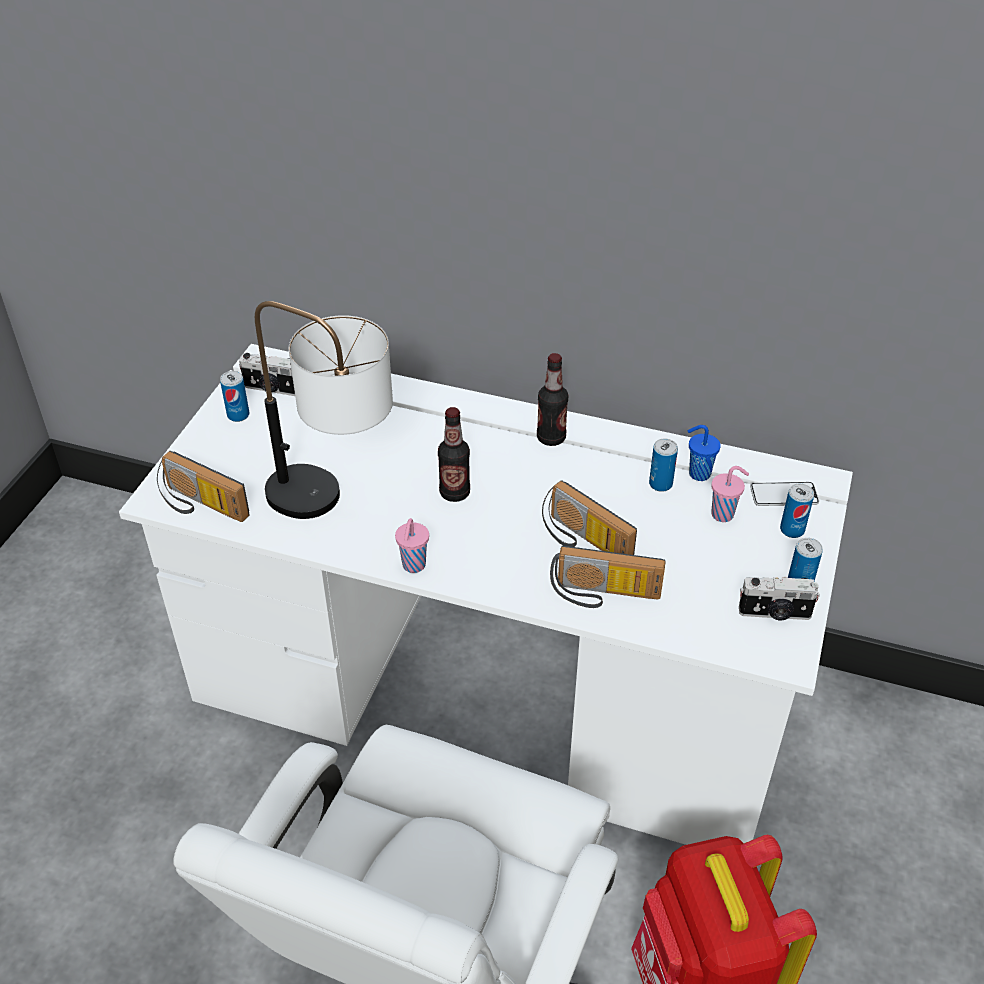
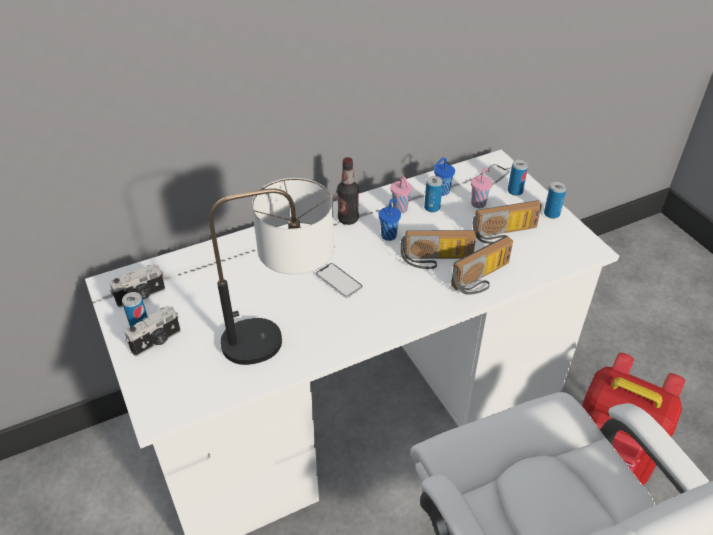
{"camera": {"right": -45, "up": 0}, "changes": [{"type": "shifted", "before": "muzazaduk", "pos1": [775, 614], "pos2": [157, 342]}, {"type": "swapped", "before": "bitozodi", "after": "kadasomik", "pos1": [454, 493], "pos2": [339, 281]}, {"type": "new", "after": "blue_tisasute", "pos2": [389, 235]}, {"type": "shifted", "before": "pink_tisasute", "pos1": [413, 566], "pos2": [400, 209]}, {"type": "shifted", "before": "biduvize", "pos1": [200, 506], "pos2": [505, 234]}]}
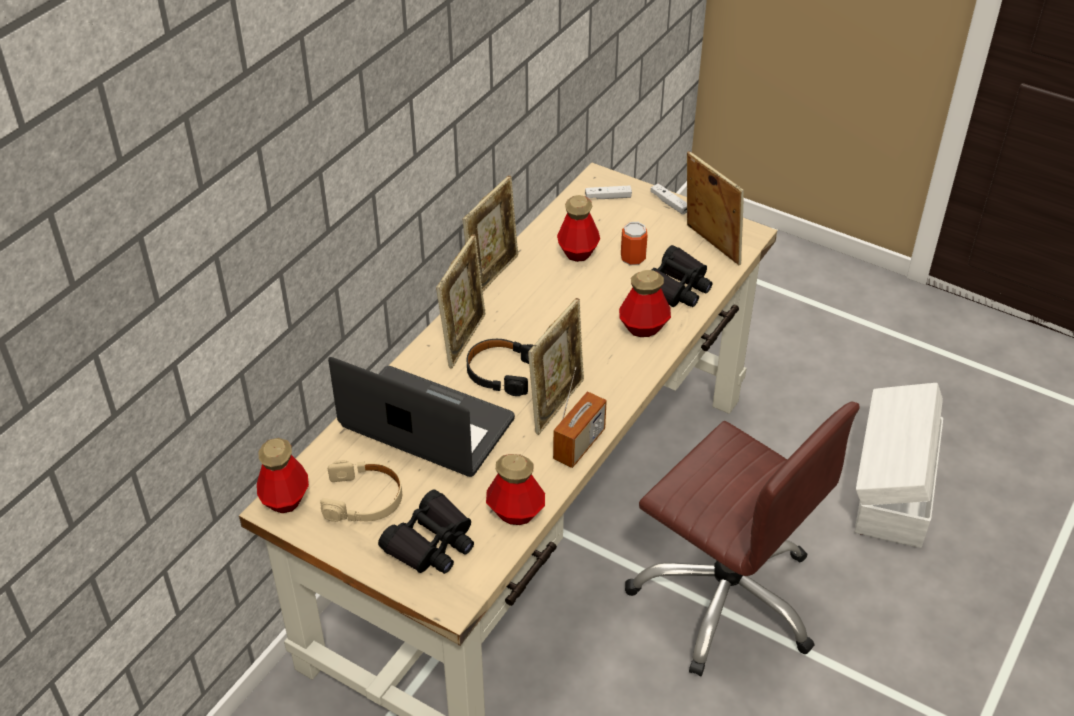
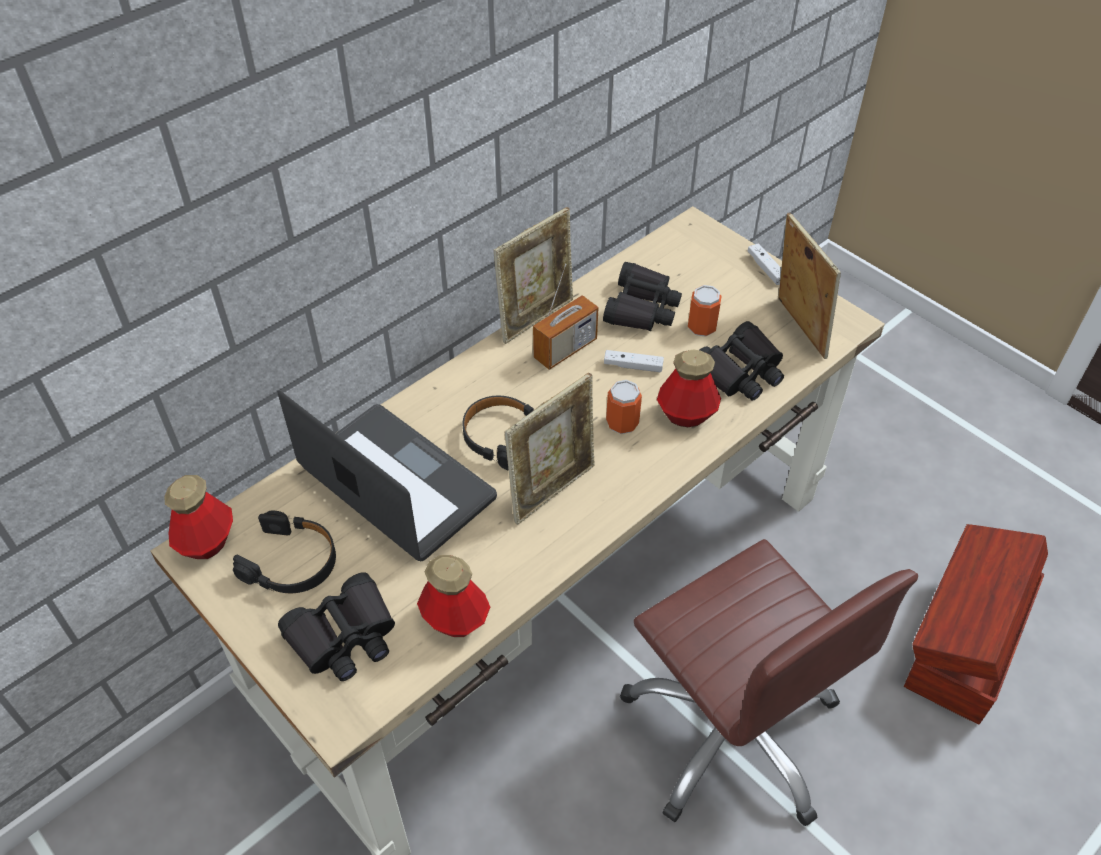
{"camera": {"right": 15, "up": 5}, "changes": [{"type": "repainted", "before": "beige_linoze", "after": "black_linoze", "pos1": [364, 499], "pos2": [291, 562]}, {"type": "shifted", "before": "biduvize", "pos1": [579, 445], "pos2": [565, 349]}, {"type": "swapped", "before": "bitozodi", "after": "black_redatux", "pos1": [578, 252], "pos2": [641, 308]}, {"type": "shifted", "before": "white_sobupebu", "pos1": [608, 197], "pos2": [633, 366]}, {"type": "new", "after": "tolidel", "pos2": [622, 423]}, {"type": "repainted", "before": "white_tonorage", "after": "brown_tonorage", "pos1": [892, 488], "pos2": [963, 642]}, {"type": "gone", "before": "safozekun", "pos1": [464, 339]}]}
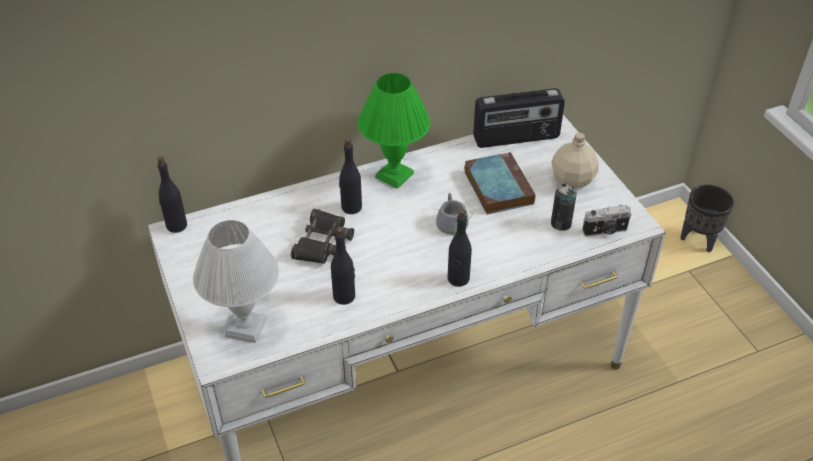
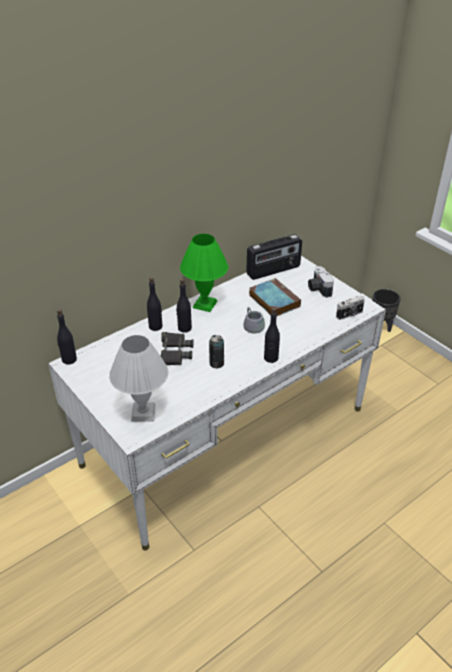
{"camera": {"right": -15, "up": -5}, "changes": [{"type": "shifted", "before": "black_bitozodi", "pos1": [344, 296], "pos2": [156, 326]}, {"type": "shifted", "before": "tolidel", "pos1": [561, 223], "pos2": [216, 363]}, {"type": "swapped", "before": "beige_bitozodi", "after": "muzazaduk", "pos1": [573, 180], "pos2": [318, 289]}]}
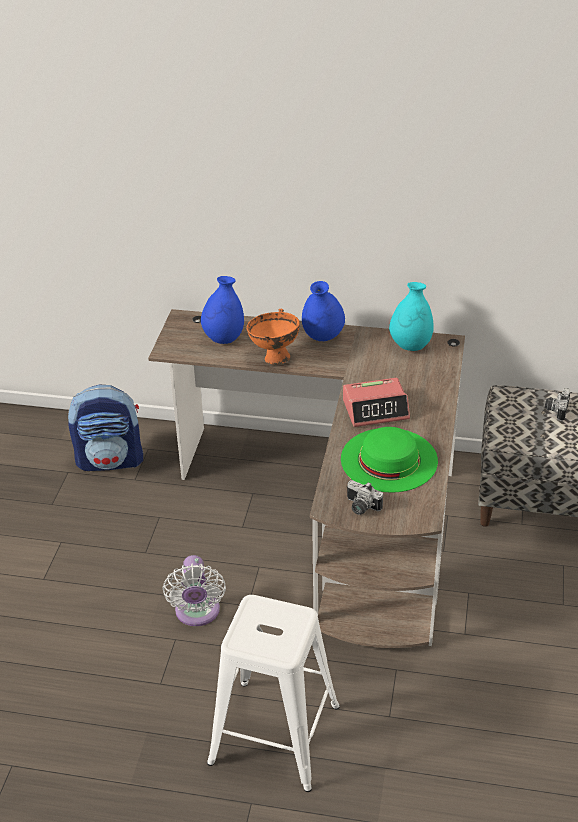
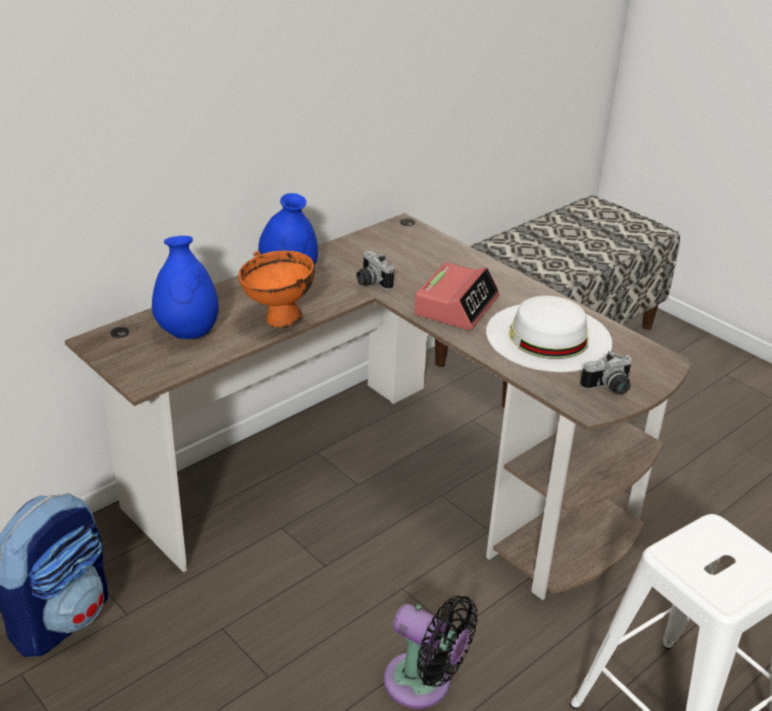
{"camera": {"right": -55, "up": -5}, "changes": [{"type": "shifted", "before": "muzazaduk", "pos1": [555, 409], "pos2": [370, 282]}, {"type": "repainted", "before": "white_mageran", "after": "black_mageran", "pos1": [197, 613], "pos2": [424, 684]}, {"type": "repainted", "before": "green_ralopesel", "after": "white_ralopesel", "pos1": [389, 459], "pos2": [548, 337]}, {"type": "gone", "before": "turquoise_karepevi", "pos1": [410, 345]}]}
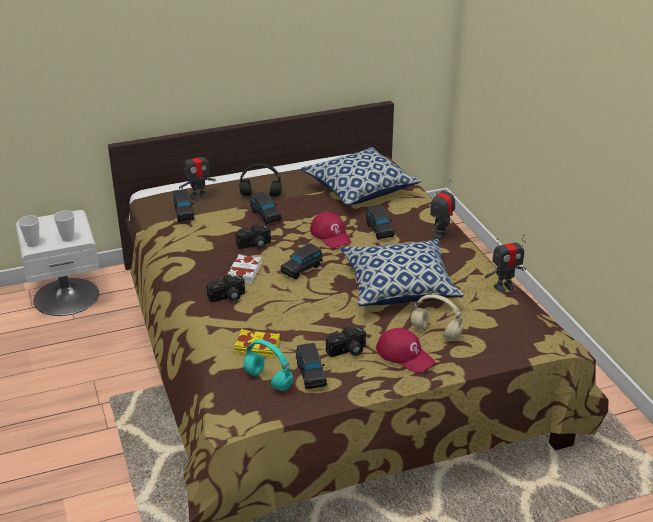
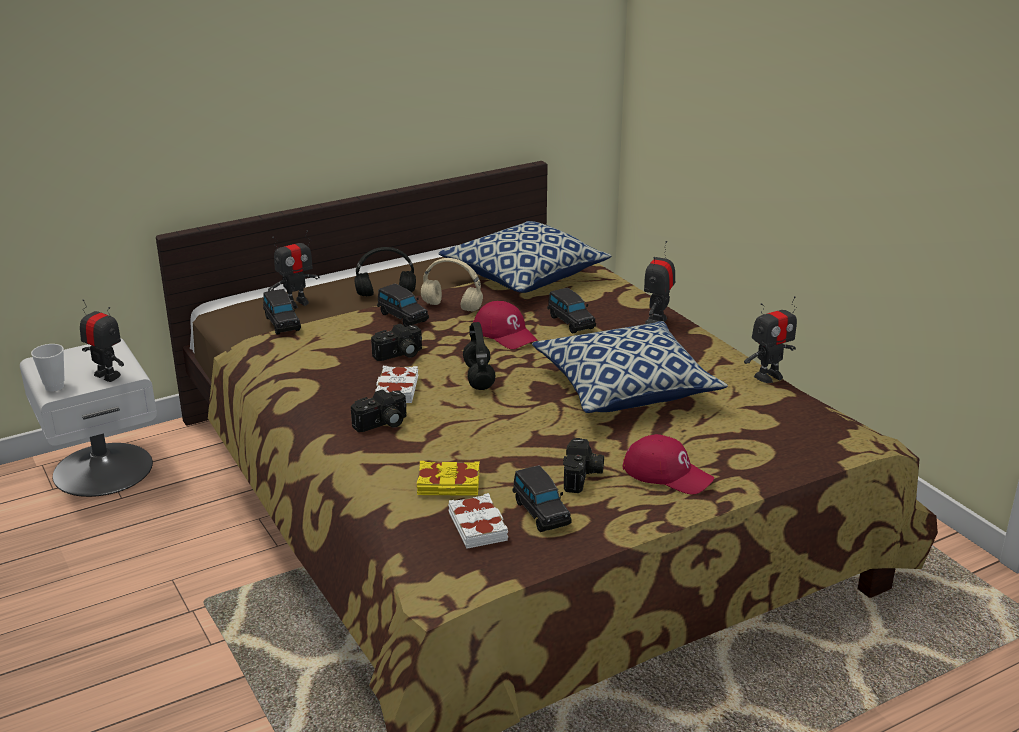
{"camera": {"right": -10, "up": -5}, "changes": [{"type": "swapped", "before": "tisasute", "after": "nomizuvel", "pos1": [67, 238], "pos2": [107, 376]}, {"type": "shifted", "before": "beige_linoze", "pos1": [435, 332], "pos2": [450, 307]}, {"type": "swapped", "before": "turquoise_linoze", "after": "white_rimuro", "pos1": [267, 380], "pos2": [478, 526]}, {"type": "swapped", "before": "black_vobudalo", "after": "black_linoze", "pos1": [302, 269], "pos2": [479, 378]}, {"type": "rotated", "before": "muzazaduk", "pos1": [347, 351], "pos2": [583, 476], "turn": -45}]}
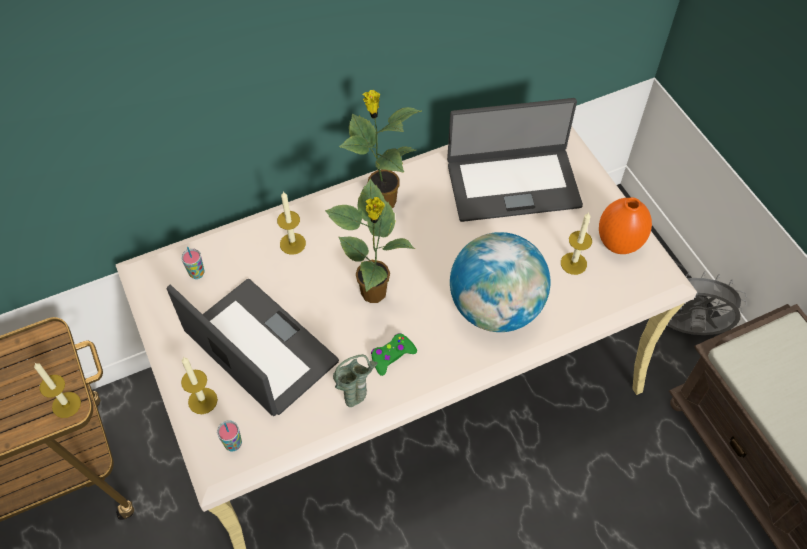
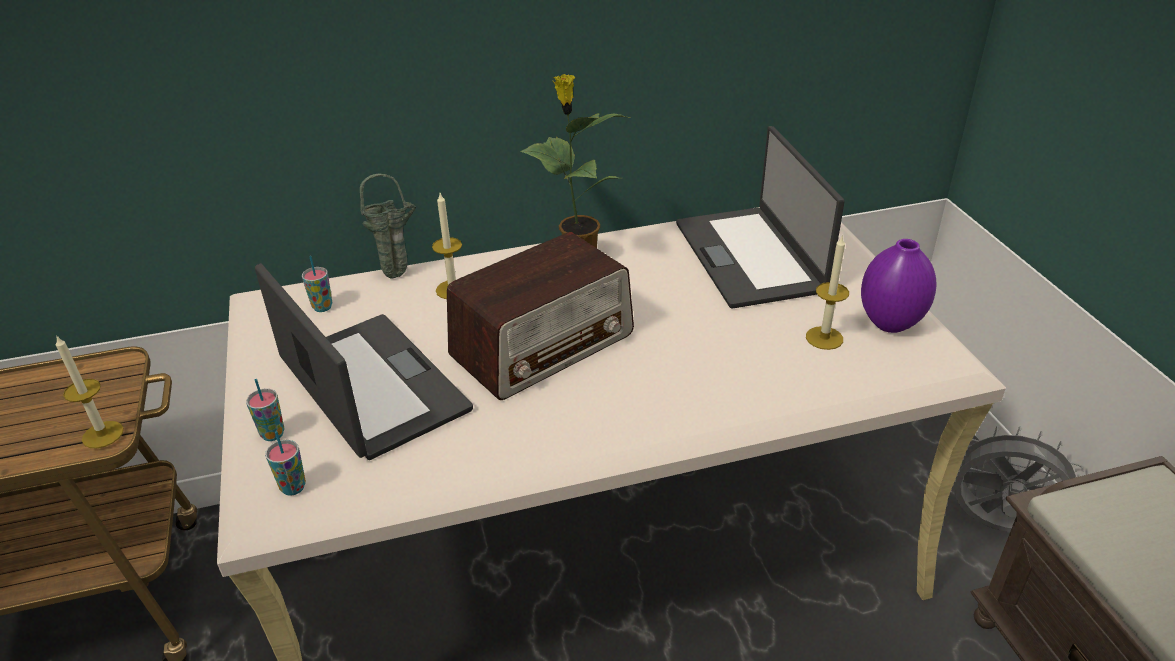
{"camera": {"right": 10, "up": -20}, "changes": [{"type": "swapped", "before": "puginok", "after": "tisasute", "pos1": [202, 400], "pos2": [273, 434]}, {"type": "shifted", "before": "green_karepevi", "pos1": [358, 401], "pos2": [399, 276]}, {"type": "swapped", "before": "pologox", "after": "biduvize", "pos1": [375, 293], "pos2": [543, 345]}, {"type": "rotated", "before": "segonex", "pos1": [512, 183], "pos2": [750, 256], "turn": 75}, {"type": "repainted", "before": "orange_karepevi", "after": "purple_karepevi", "pos1": [618, 243], "pos2": [889, 323]}, {"type": "gone", "before": "green_sobupebu", "pos1": [392, 356]}, {"type": "gone", "before": "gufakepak", "pos1": [495, 307]}]}
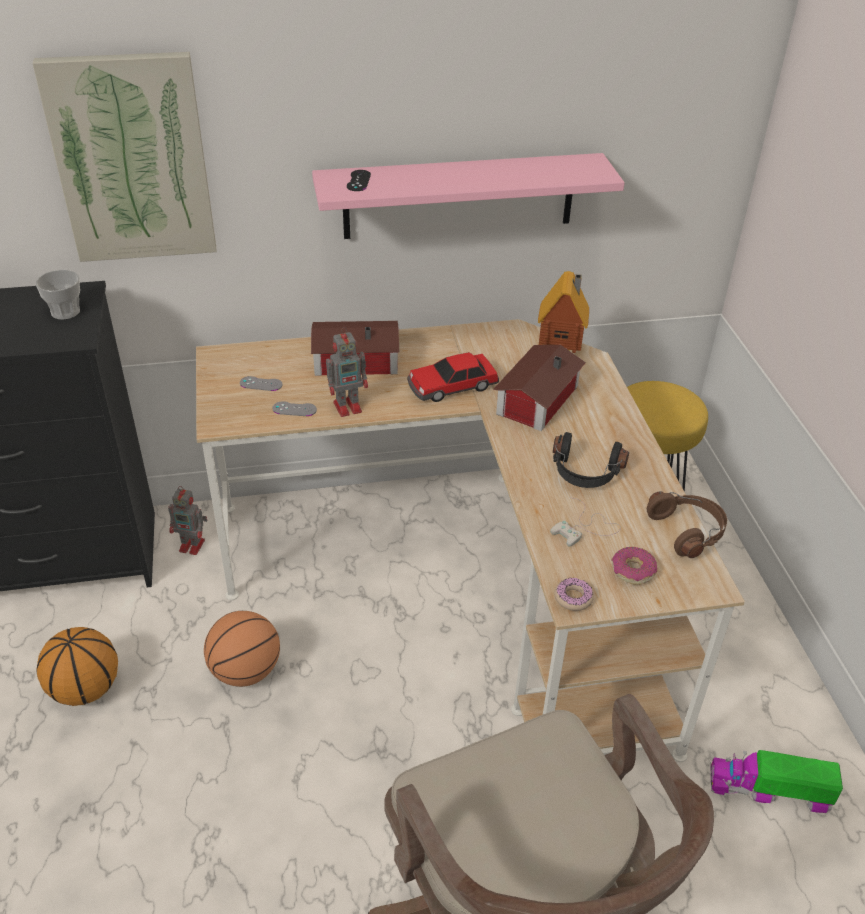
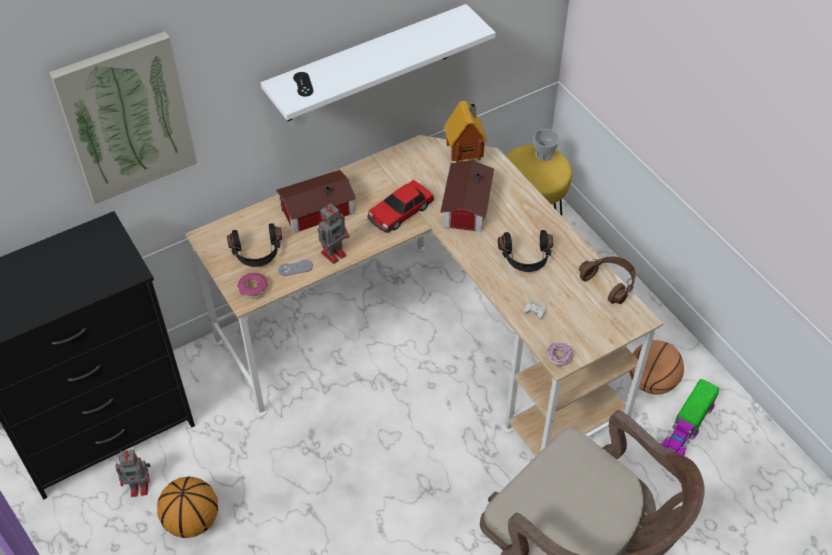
{"camera": {"right": -20, "up": 10}, "changes": [{"type": "shifted", "before": "nomizuvel", "pos1": [193, 546], "pos2": [140, 487]}, {"type": "swapped", "before": "grey_sobupebu", "after": "black_linoze", "pos1": [261, 384], "pos2": [257, 253]}, {"type": "shifted", "before": "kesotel", "pos1": [632, 571], "pos2": [253, 289]}, {"type": "repainted", "before": "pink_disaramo", "after": "white_disaramo", "pos1": [459, 196], "pos2": [367, 65]}, {"type": "shifted", "before": "tisasute", "pos1": [65, 312], "pos2": [544, 154]}, {"type": "shifted", "before": "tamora", "pos1": [246, 671], "pos2": [651, 382]}, {"type": "rotated", "before": "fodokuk", "pos1": [769, 789], "pos2": [687, 426], "turn": -45}]}
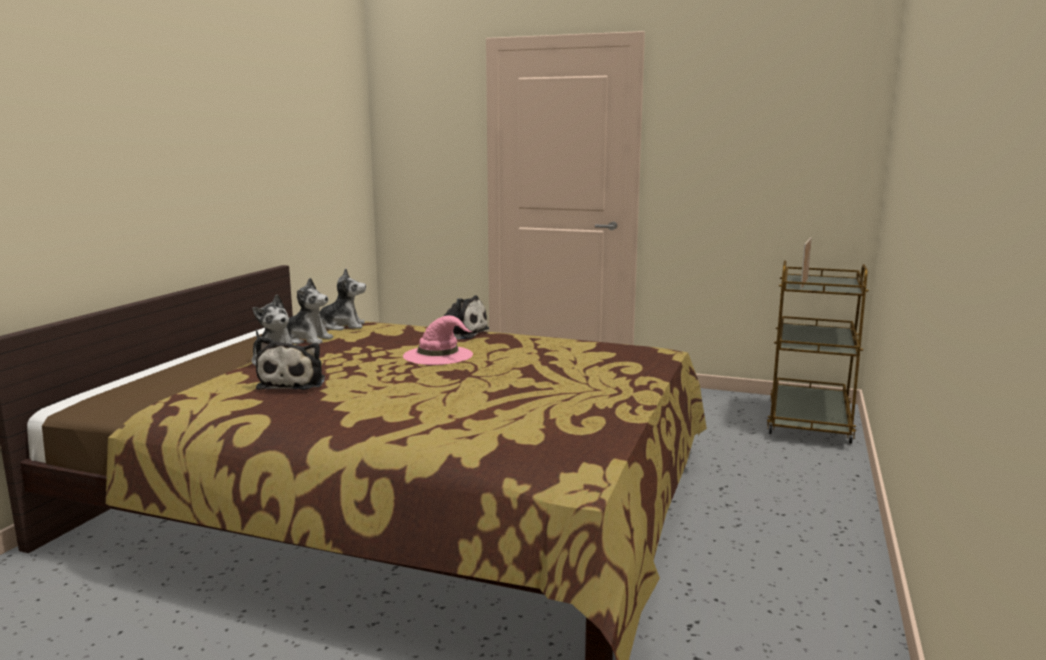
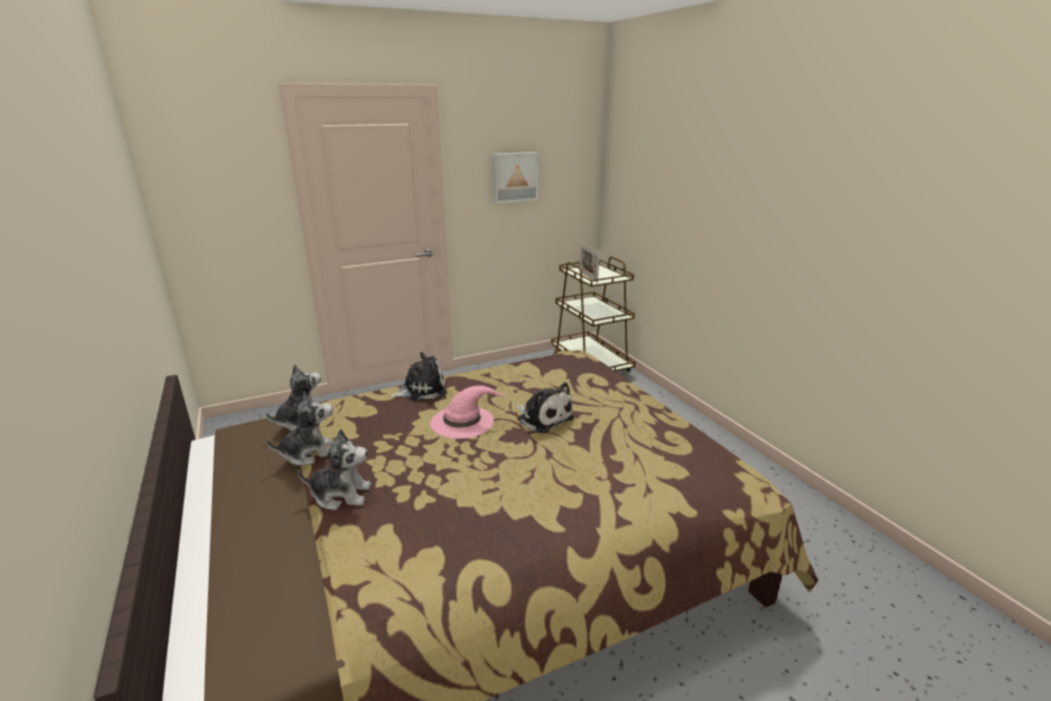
{"camera": {"right": -45, "up": 10}, "changes": [{"type": "new", "after": "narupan", "pos2": [514, 177]}, {"type": "shifted", "before": "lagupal", "pos1": [294, 383], "pos2": [543, 418]}]}
